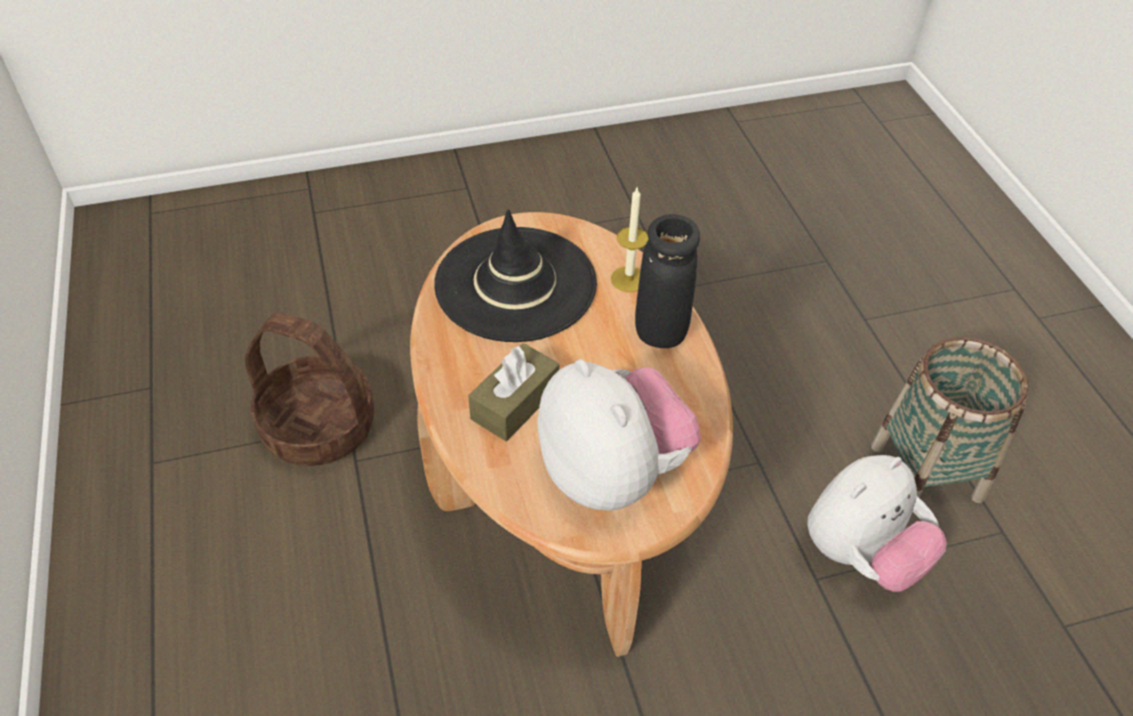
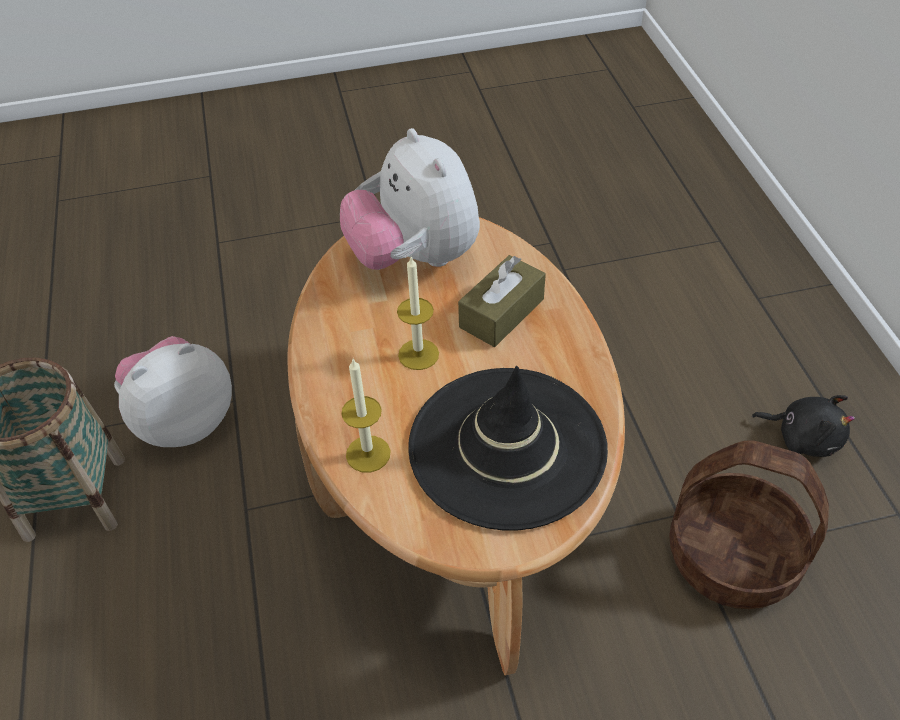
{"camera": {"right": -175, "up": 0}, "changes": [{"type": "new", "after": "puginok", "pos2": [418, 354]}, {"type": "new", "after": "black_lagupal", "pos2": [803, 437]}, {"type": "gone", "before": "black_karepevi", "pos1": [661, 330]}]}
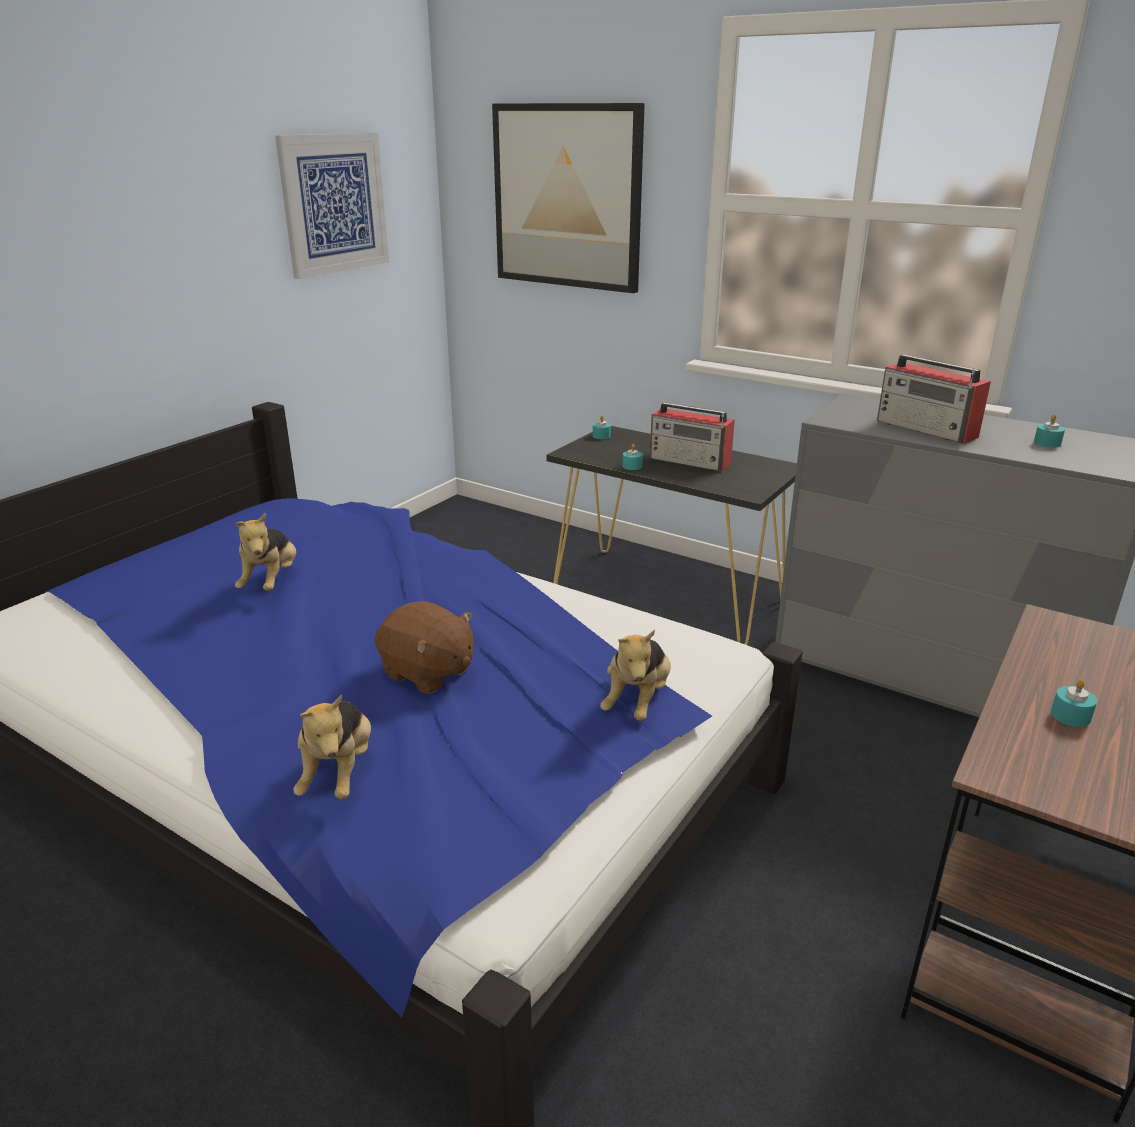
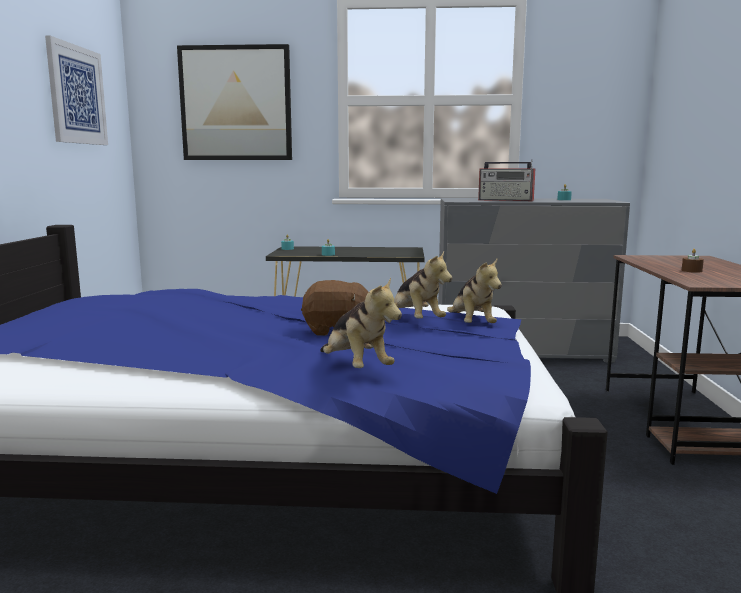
{"camera": {"right": -30, "up": -15}, "changes": [{"type": "shifted", "before": "lagupal", "pos1": [271, 582], "pos2": [415, 321]}, {"type": "repainted", "before": "turquoise_puginok", "after": "brown_puginok", "pos1": [1070, 715], "pos2": [691, 271]}, {"type": "gone", "before": "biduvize", "pos1": [690, 461]}]}
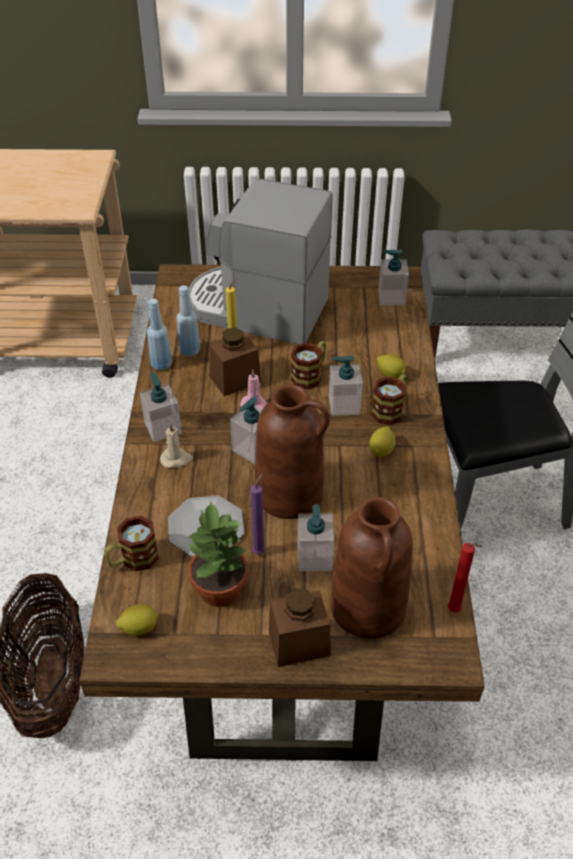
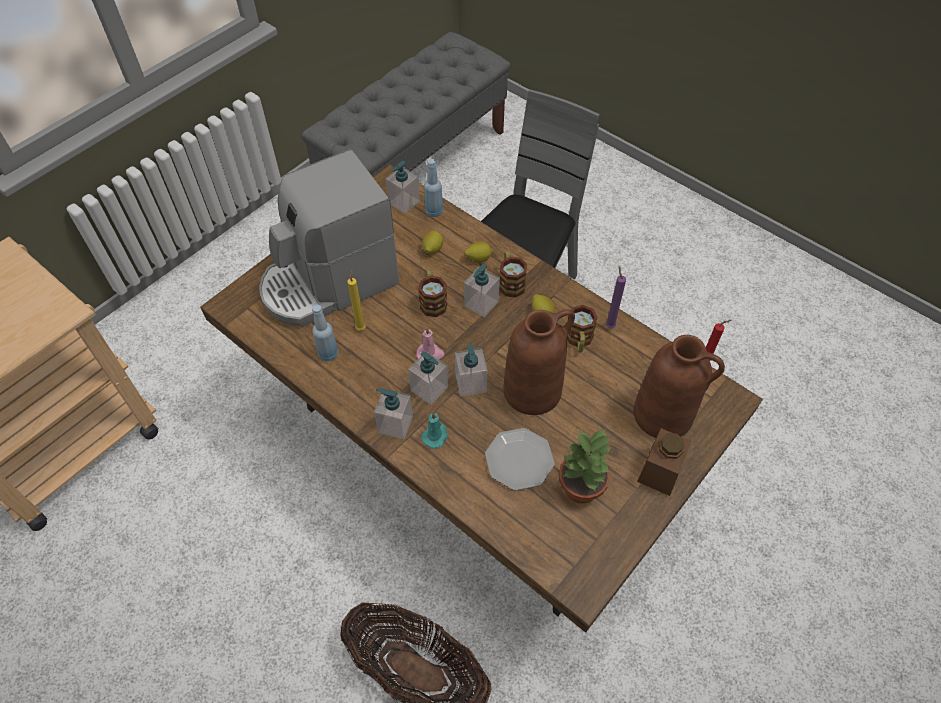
{"camera": {"right": -50, "up": 10}, "changes": [{"type": "shifted", "before": "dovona", "pos1": [314, 557], "pos2": [429, 389]}, {"type": "repainted", "before": "beige_puginok", "after": "turquoise_puginok", "pos1": [176, 459], "pos2": [435, 435]}, {"type": "shifted", "before": "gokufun", "pos1": [139, 628], "pos2": [432, 249]}, {"type": "shifted", "before": "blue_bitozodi", "pos1": [161, 364], "pos2": [434, 211]}, {"type": "shifted", "before": "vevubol", "pos1": [133, 560], "pos2": [579, 341]}, {"type": "shifted", "before": "purple_puginok", "pos1": [260, 550], "pos2": [609, 325]}, {"type": "gone", "before": "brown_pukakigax", "pos1": [235, 379]}]}
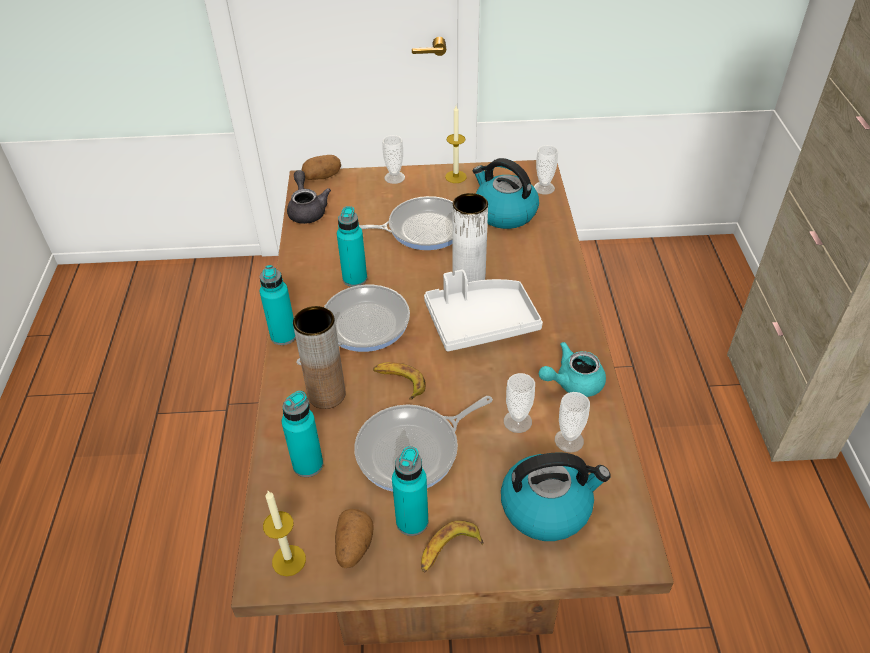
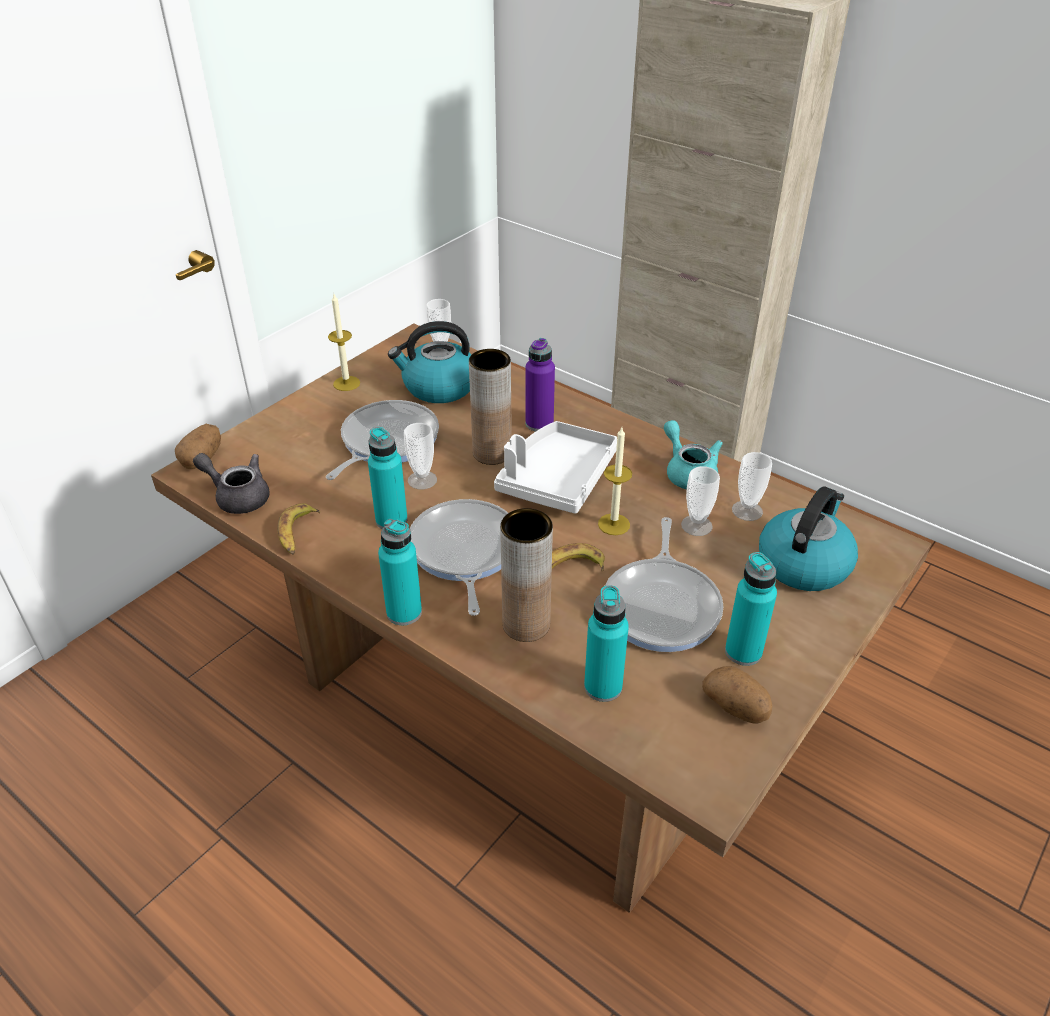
{"camera": {"right": -50, "up": -5}, "changes": [{"type": "shifted", "before": "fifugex", "pos1": [449, 551], "pos2": [297, 534]}, {"type": "shifted", "before": "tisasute", "pos1": [394, 177], "pos2": [422, 480]}, {"type": "repainted", "before": "white_karepevi", "after": "brown_karepevi", "pos1": [468, 278], "pos2": [492, 453]}, {"type": "new", "after": "purple_bitozodi", "pos2": [539, 423]}, {"type": "shifted", "before": "puginok", "pos1": [289, 560], "pos2": [614, 524]}, {"type": "rotated", "before": "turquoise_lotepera", "pos1": [572, 383], "pos2": [688, 472], "turn": 135}]}
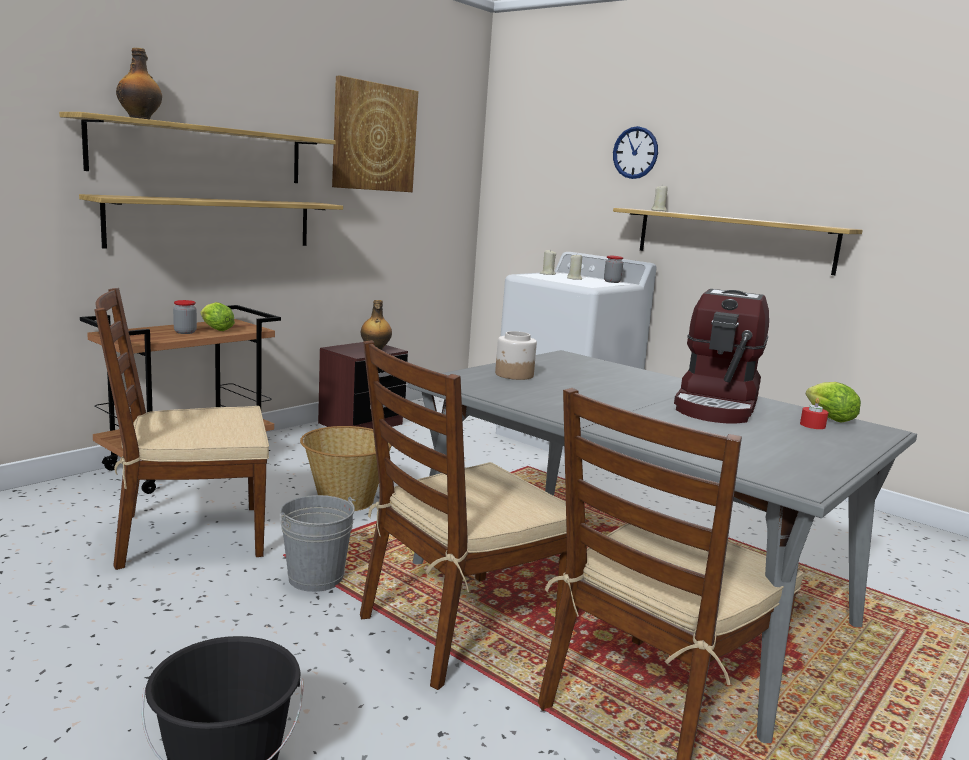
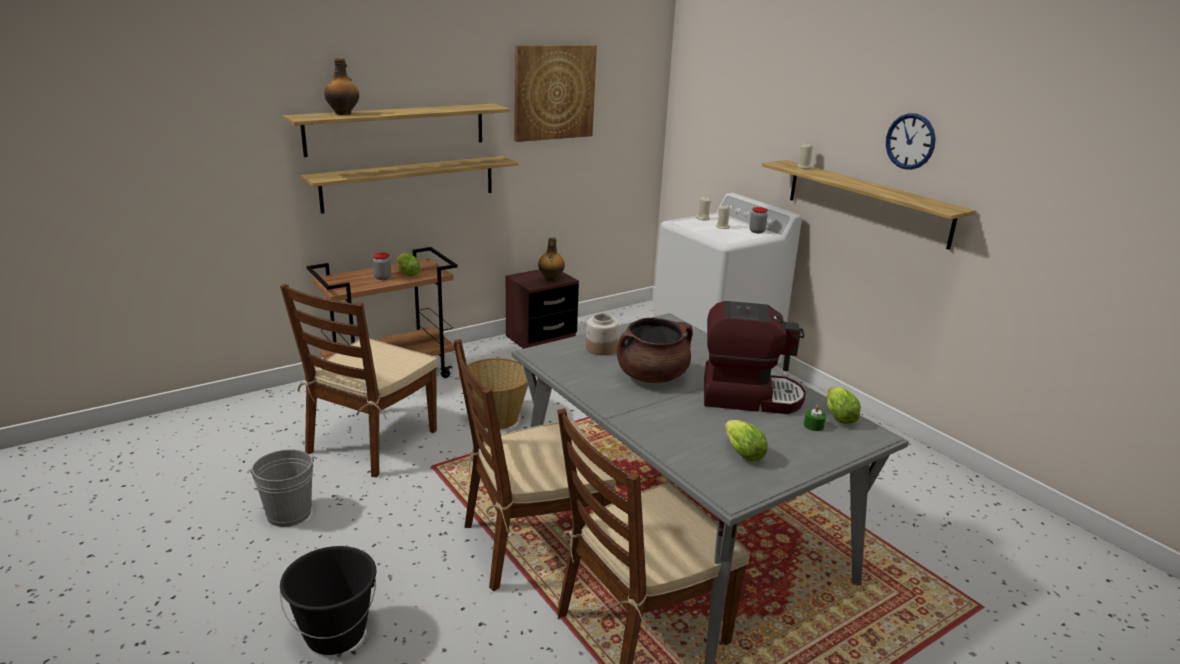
{"camera": {"right": 15, "up": 10}, "changes": [{"type": "shifted", "before": "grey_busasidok", "pos1": [315, 578], "pos2": [289, 513]}, {"type": "rotated", "before": "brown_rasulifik", "pos1": [189, 535], "pos2": [372, 442], "turn": -60}, {"type": "new", "after": "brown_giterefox", "pos2": [652, 376]}, {"type": "rotated", "before": "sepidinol", "pos1": [717, 406], "pos2": [749, 396], "turn": -120}, {"type": "new", "after": "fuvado", "pos2": [741, 452]}, {"type": "repainted", "before": "red_puginok", "after": "green_puginok", "pos1": [812, 425], "pos2": [814, 425]}, {"type": "shifted", "before": "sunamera", "pos1": [635, 152], "pos2": [910, 141]}]}
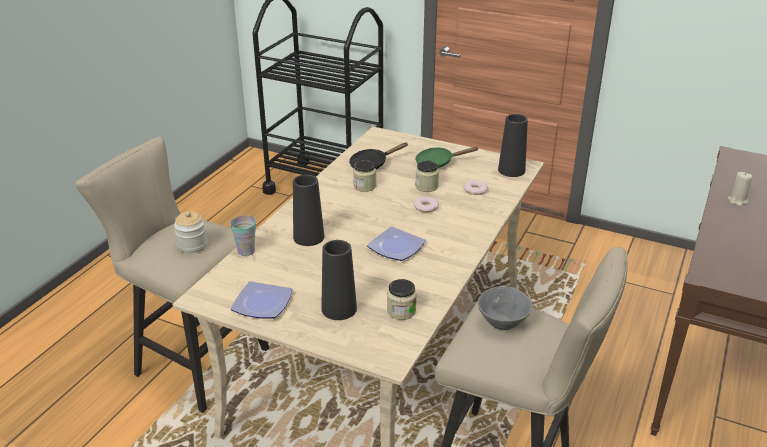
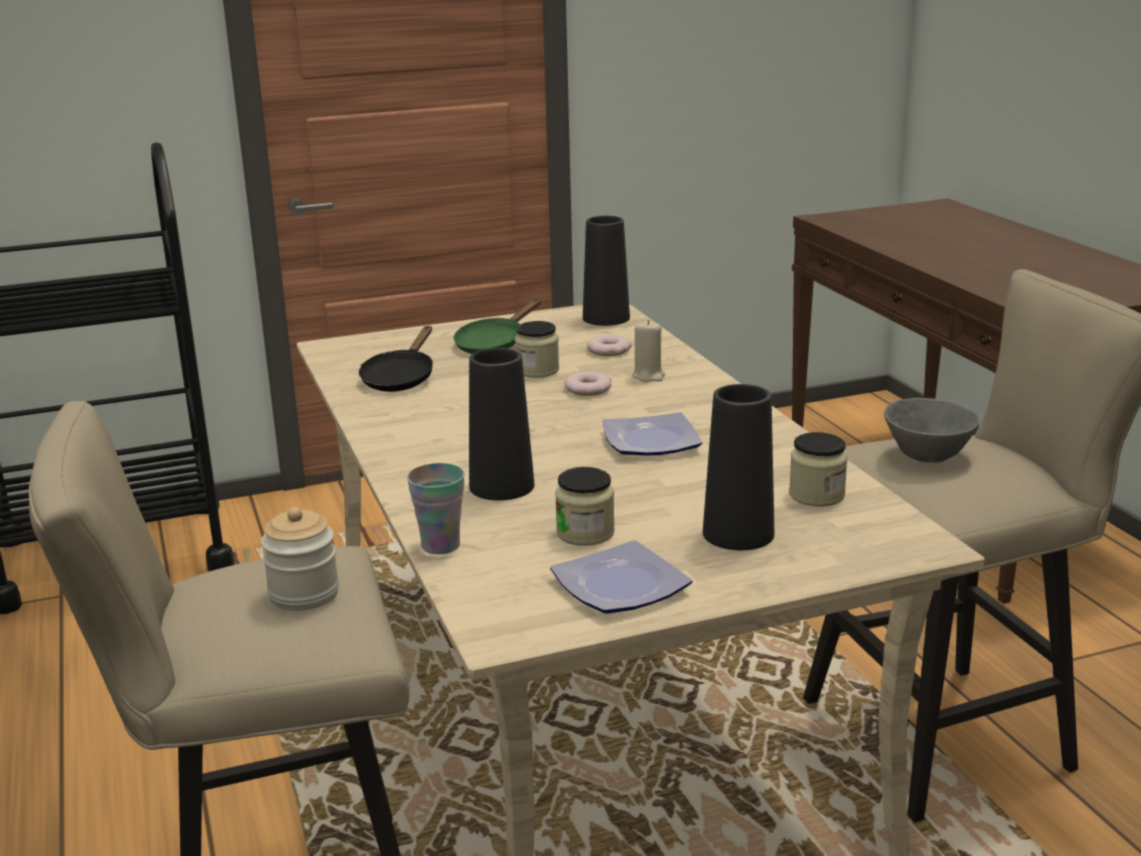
{"camera": {"right": -45, "up": -10}, "changes": [{"type": "shifted", "before": "pukakigax", "pos1": [365, 186], "pos2": [585, 533]}, {"type": "shifted", "before": "beige_puginok", "pos1": [737, 201], "pos2": [648, 376]}]}
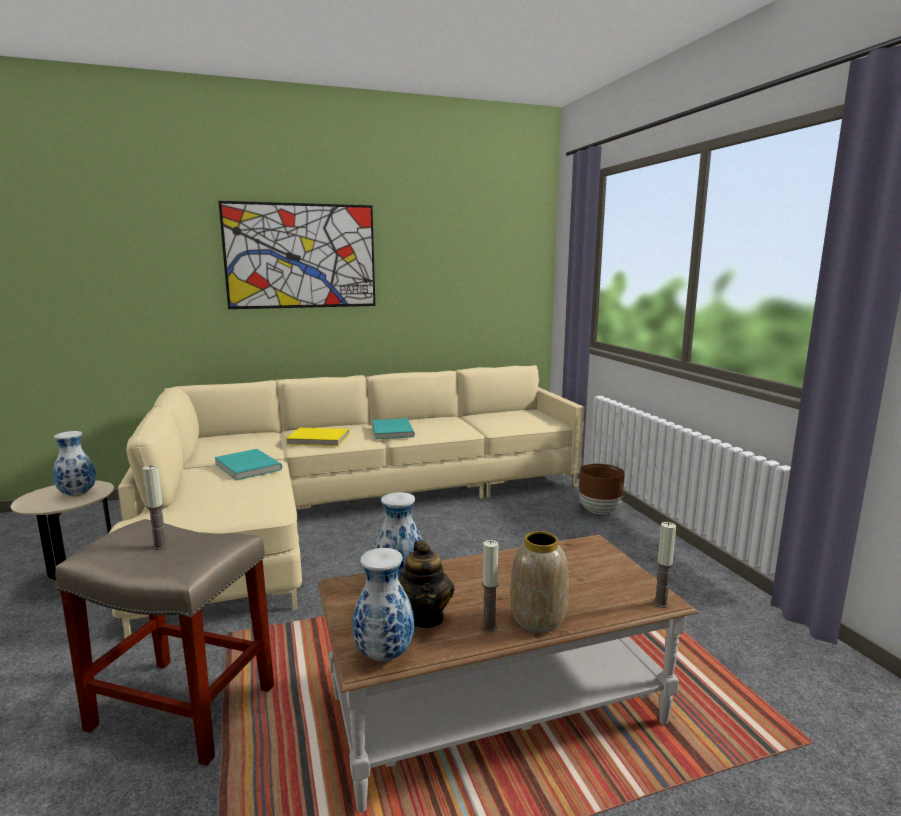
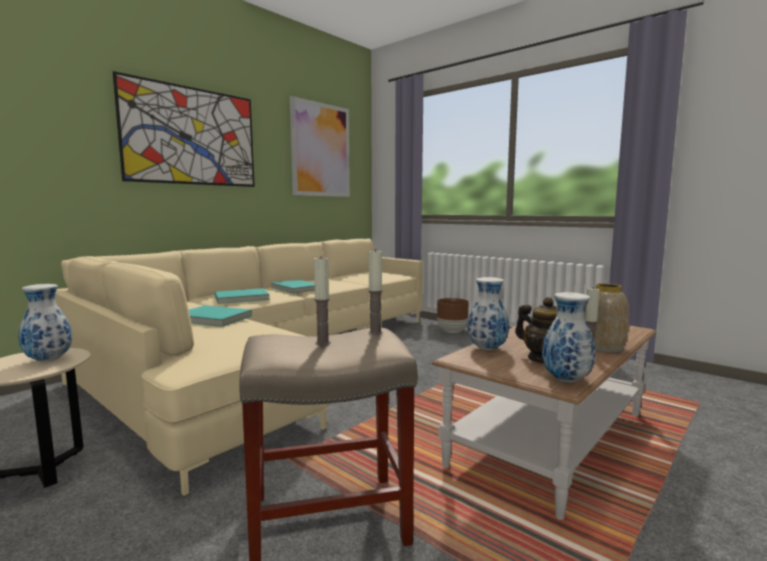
{"camera": {"right": -30, "up": -5}, "changes": [{"type": "repainted", "before": "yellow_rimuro", "after": "turquoise_rimuro", "pos1": [318, 439], "pos2": [242, 298]}, {"type": "new", "after": "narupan", "pos2": [320, 150]}, {"type": "shifted", "before": "puginok", "pos1": [661, 603], "pos2": [375, 333]}]}
